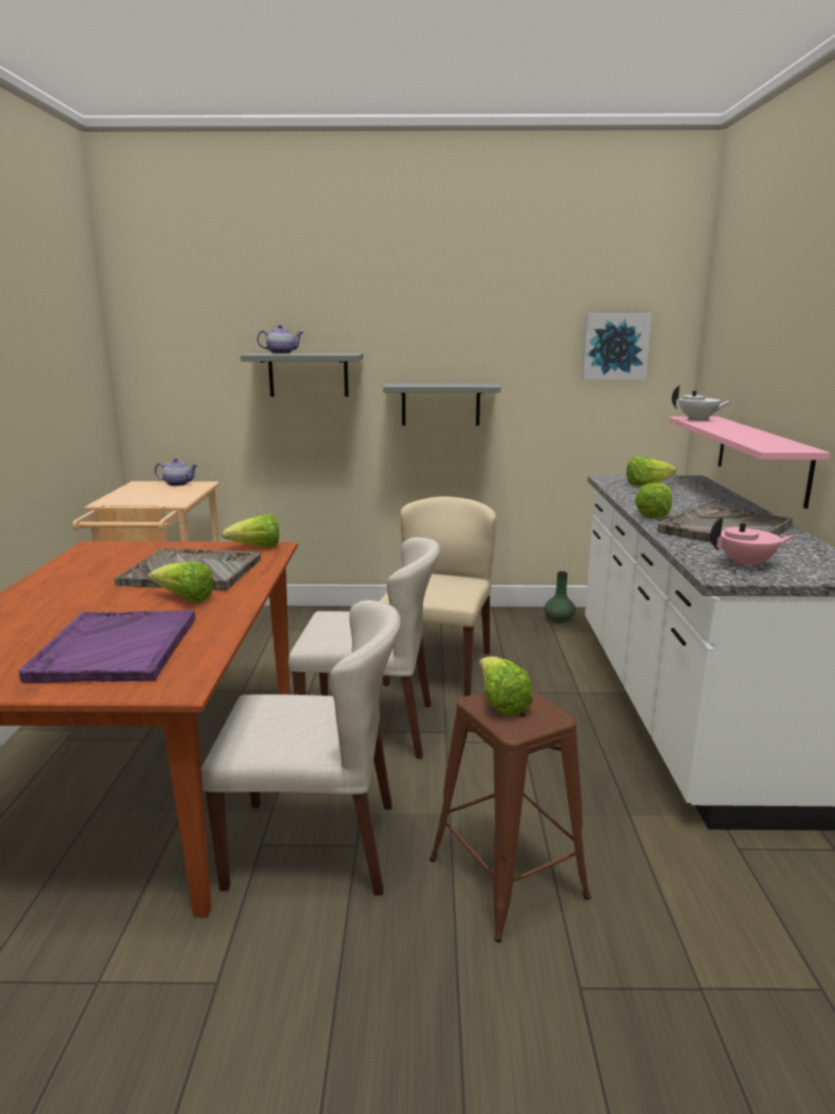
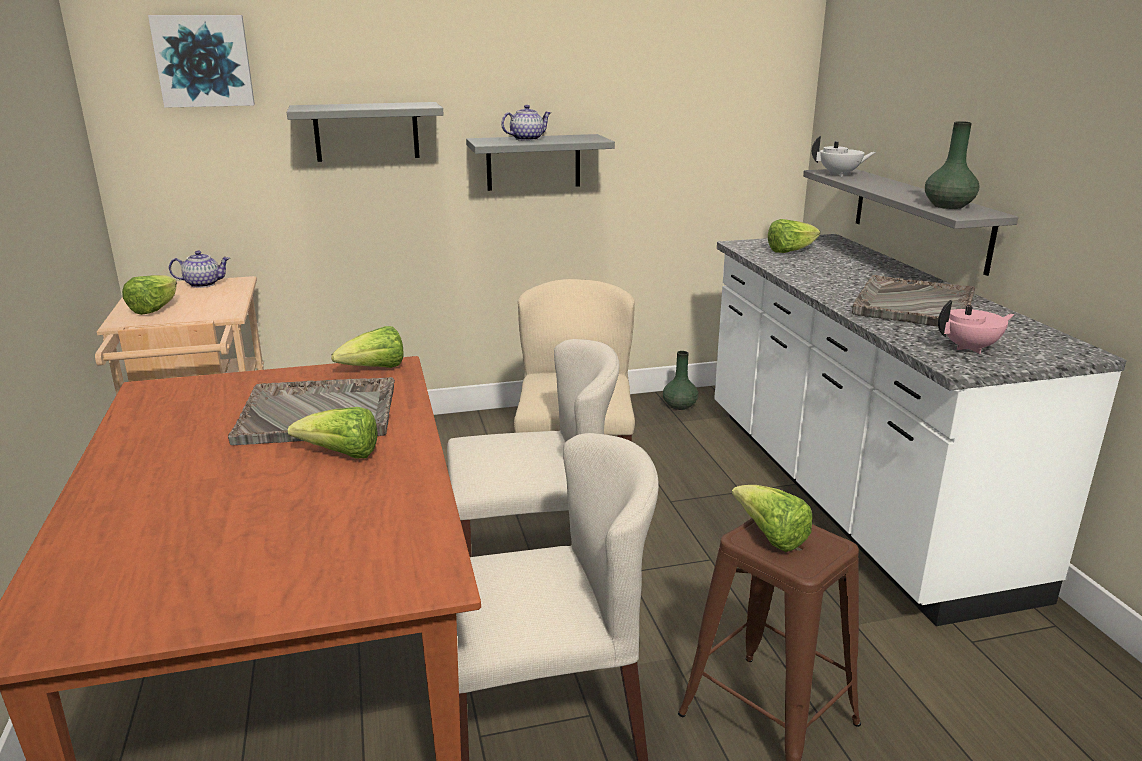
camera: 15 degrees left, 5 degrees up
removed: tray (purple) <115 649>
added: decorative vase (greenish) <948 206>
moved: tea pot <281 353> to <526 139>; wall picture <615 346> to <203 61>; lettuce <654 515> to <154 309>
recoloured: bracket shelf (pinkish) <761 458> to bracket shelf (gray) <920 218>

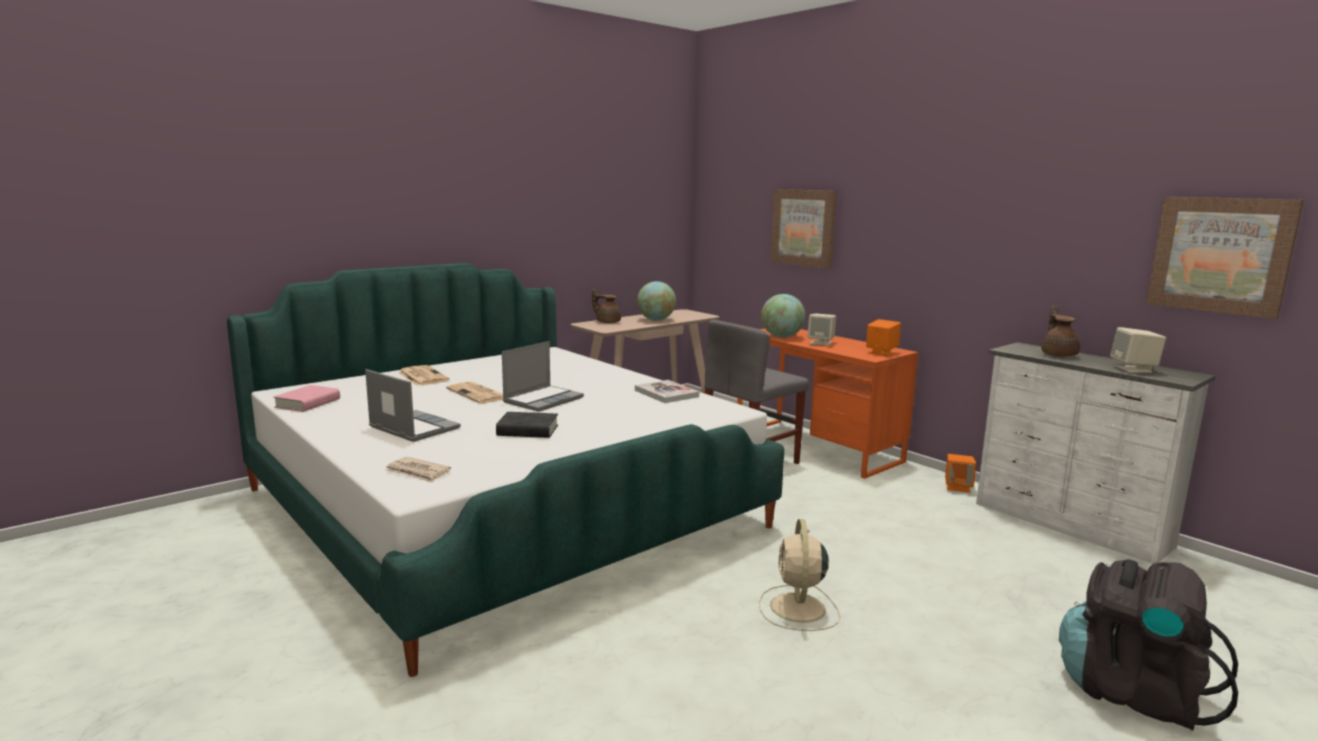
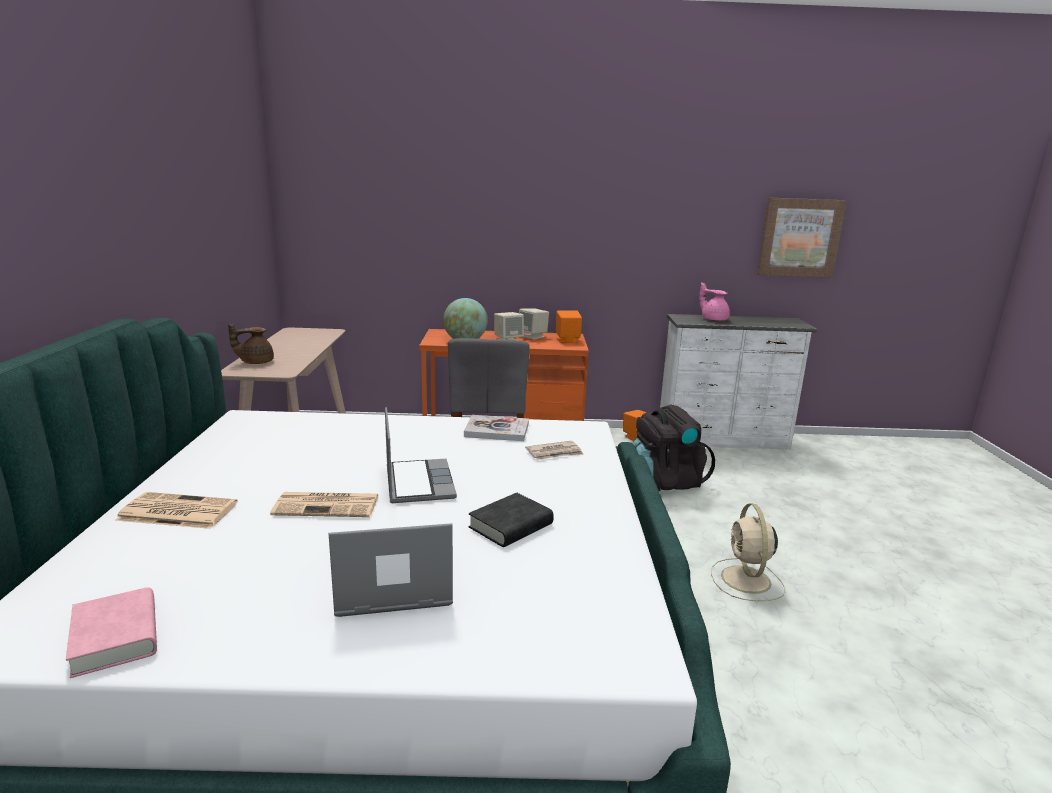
camera: 50 degrees left, 5 degrees up
removed: desk globe <656 320>; wall picture <803 227>
moved: daily paper <418 472> to <555 453>; knapsack (black-coloured) <1132 692> to <664 482>; speaker (beige) <1134 369> to <533 336>
recoloured: tea pot (brown-coloured) <1058 354> to tea pot (pinkish) <713 319>
turned: electric fan (beige) <798 609> = <746 581> 45 degrees clockwise

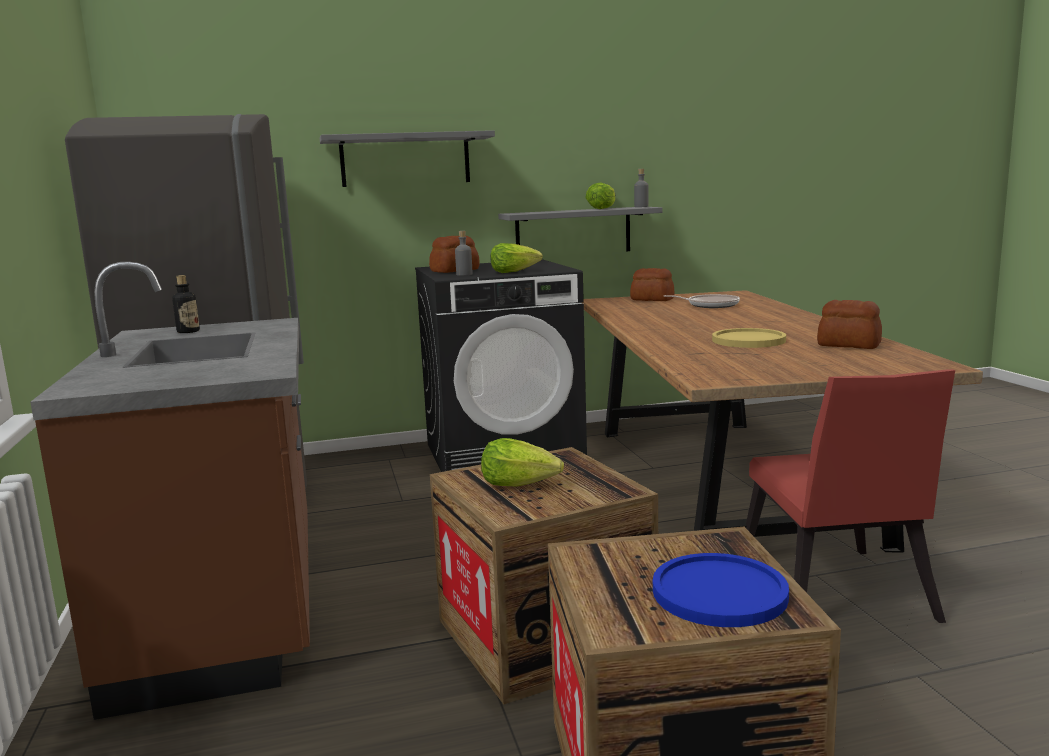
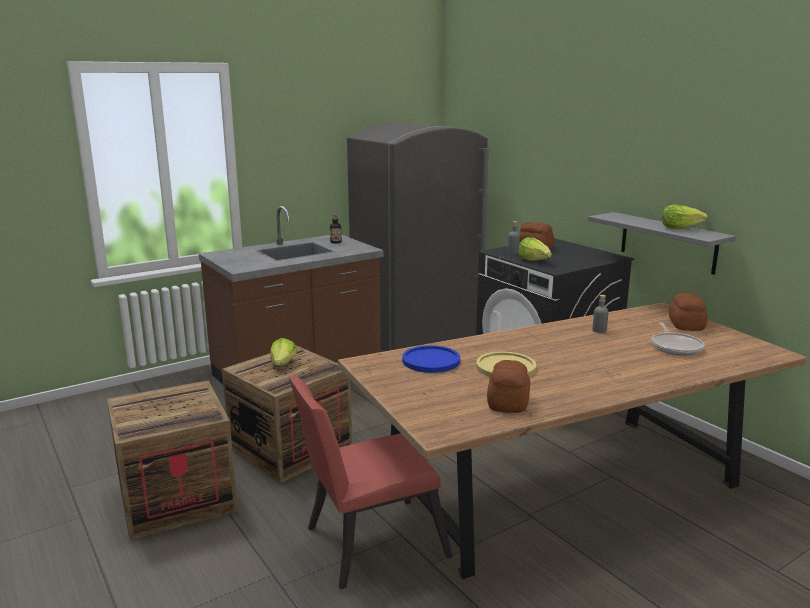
camera: 70 degrees right, 5 degrees up
removed: bracket shelf (gray) <405 160>
moved: drink bottle (gray) <641 206> to <599 330>; dinner plate (bluish) <719 592> to <431 360>

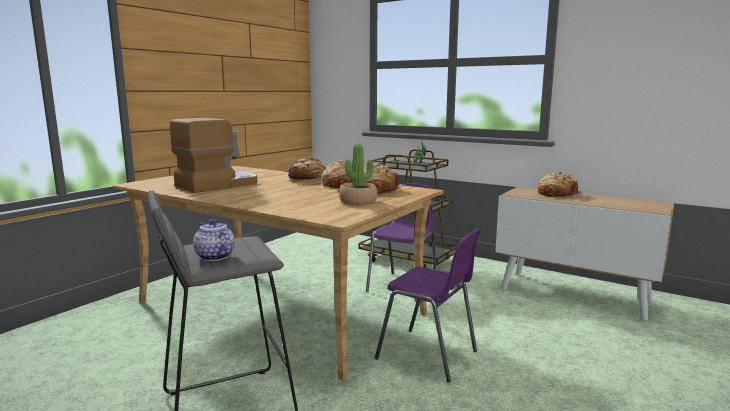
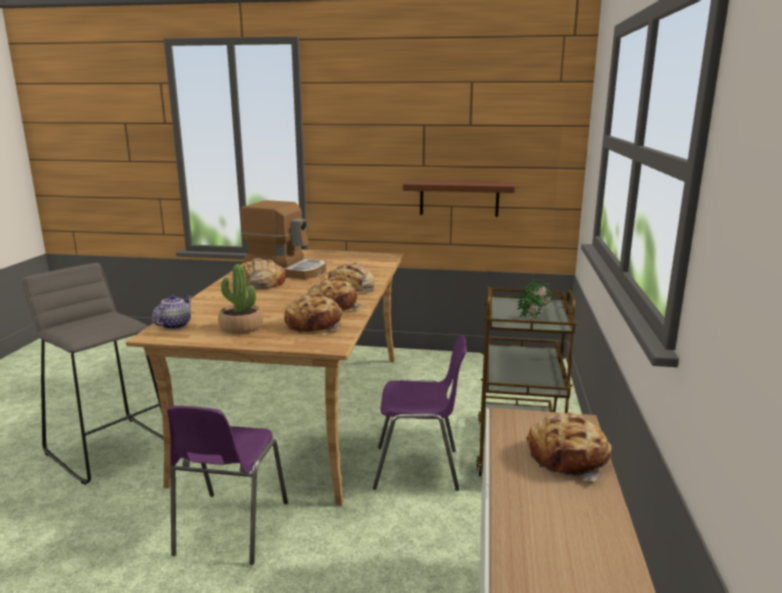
camera: 65 degrees right, 5 degrees up
added: baked bread <261 283>; bracket shelf (brown-coloured) <459 198>
moved: tea pot <214 256> to <175 325>

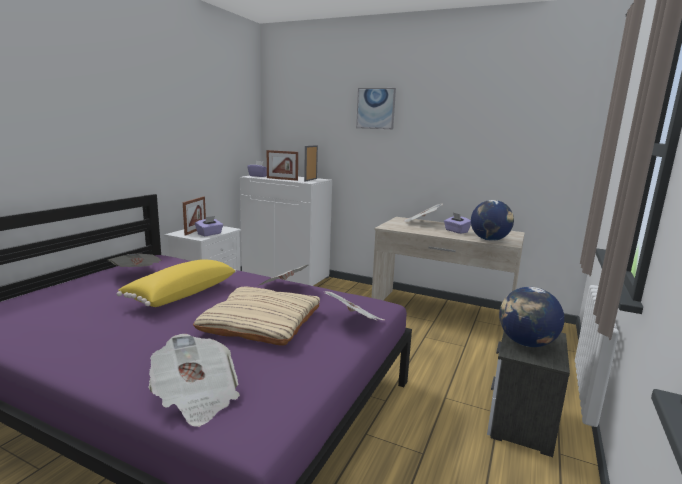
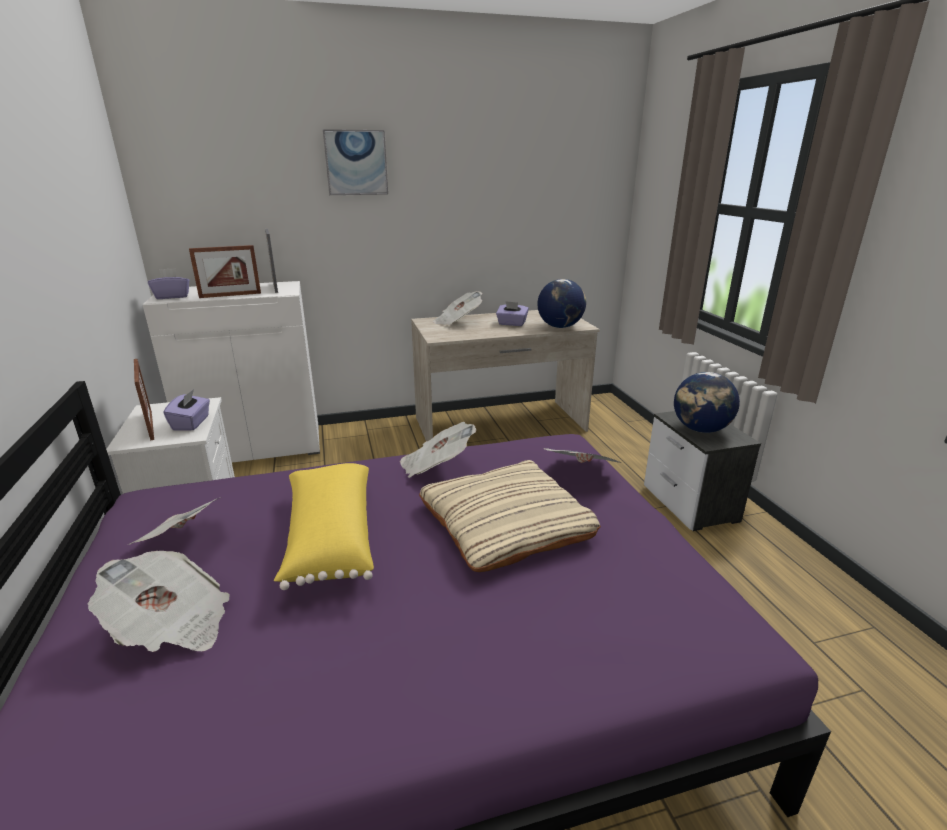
camera: 40 degrees left, 10 degrees up
moved: daily paper <196 398> to <172 625>

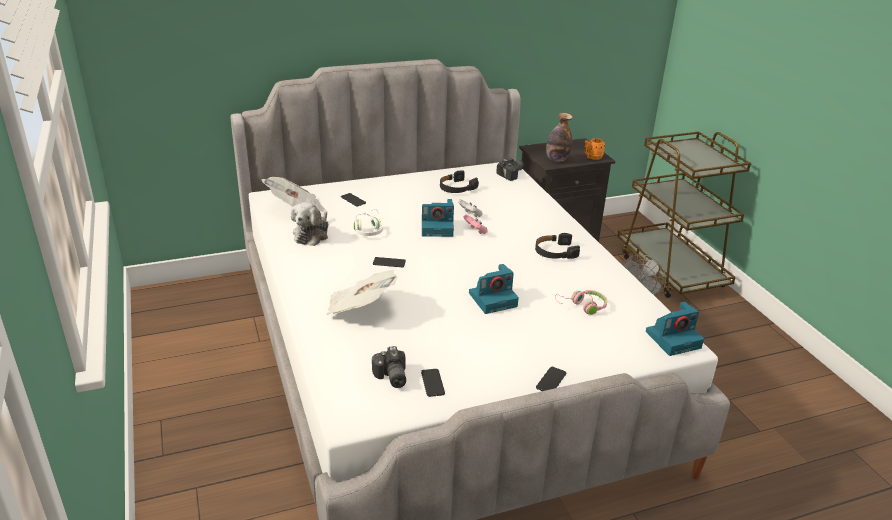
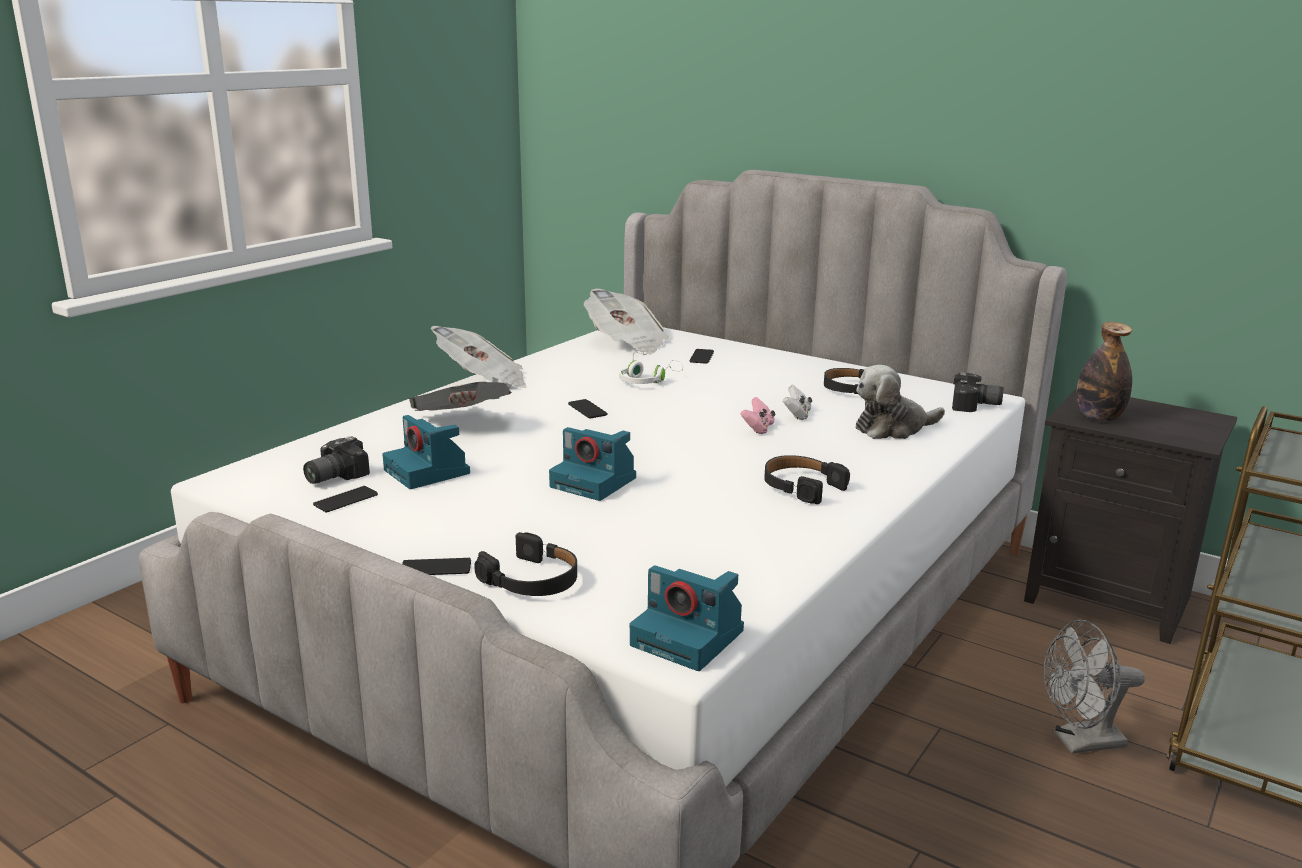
camera: 55 degrees right, 10 degrees down
removed: pair of headphones (pinkish) <582 306>; coffee mug (orangey) <592 158>
added: daily paper <483 381>; pair of headphones (black-coloured) <532 580>
moved: plush toy <312 234> to <893 428>; photo camera <438 228> to <428 472>

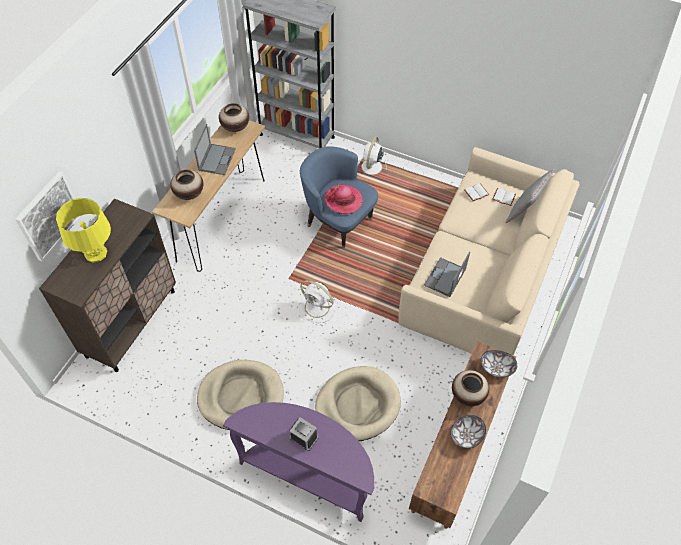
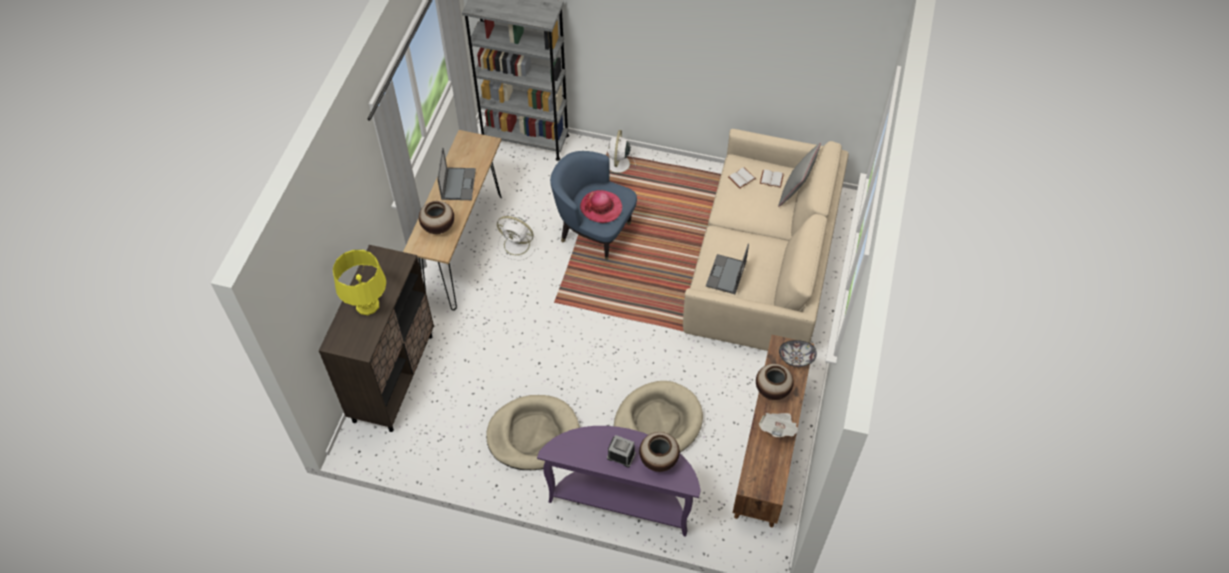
camera: 10 degrees left, 0 degrees up
removed: wall picture <48 216>
moved: decorative vase <235 128> to <658 460>; electric fan (whitish) <318 307> to <518 245>
replaced: bowl <466 435> to daily paper <778 429>

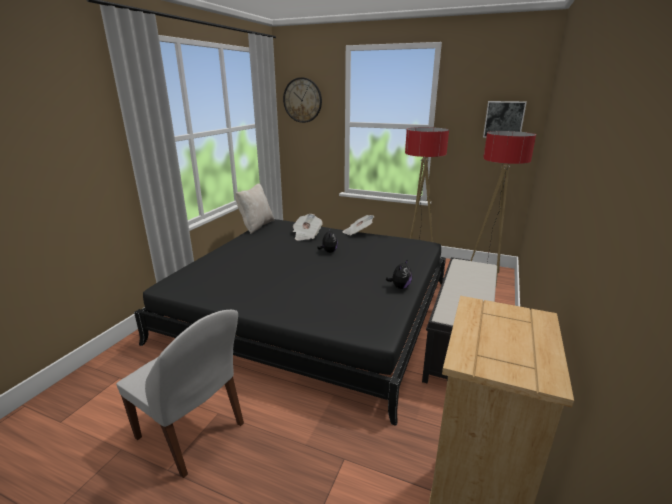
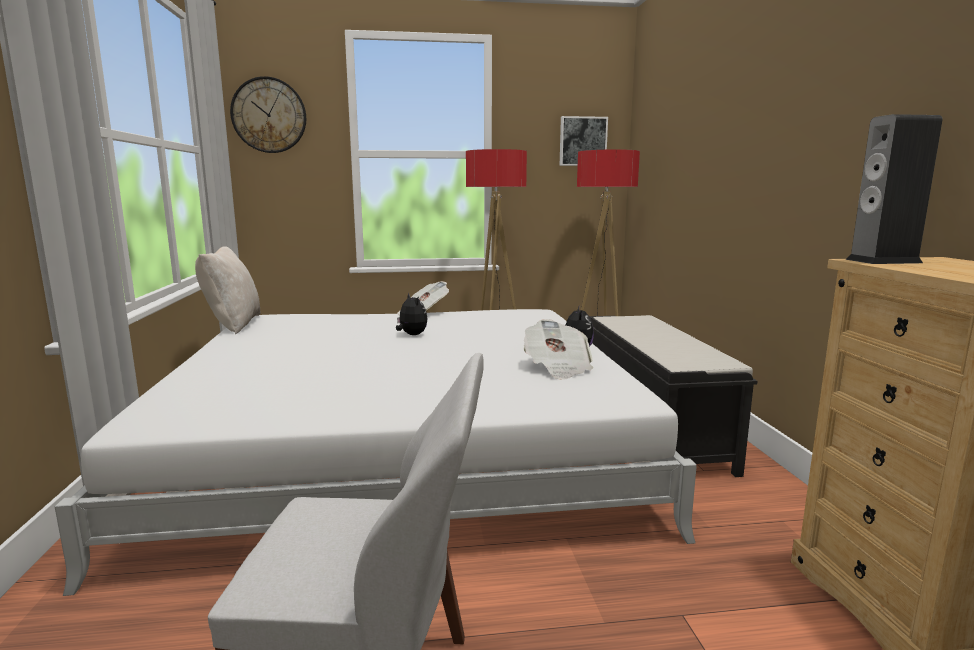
camera: 30 degrees left, 10 degrees down
added: speaker <883 261>
moved: daily paper <306 235> to <557 368>
recoloured: sleeping bed (black-coloured) <312 310> to sleeping bed (whitish) <404 442>

